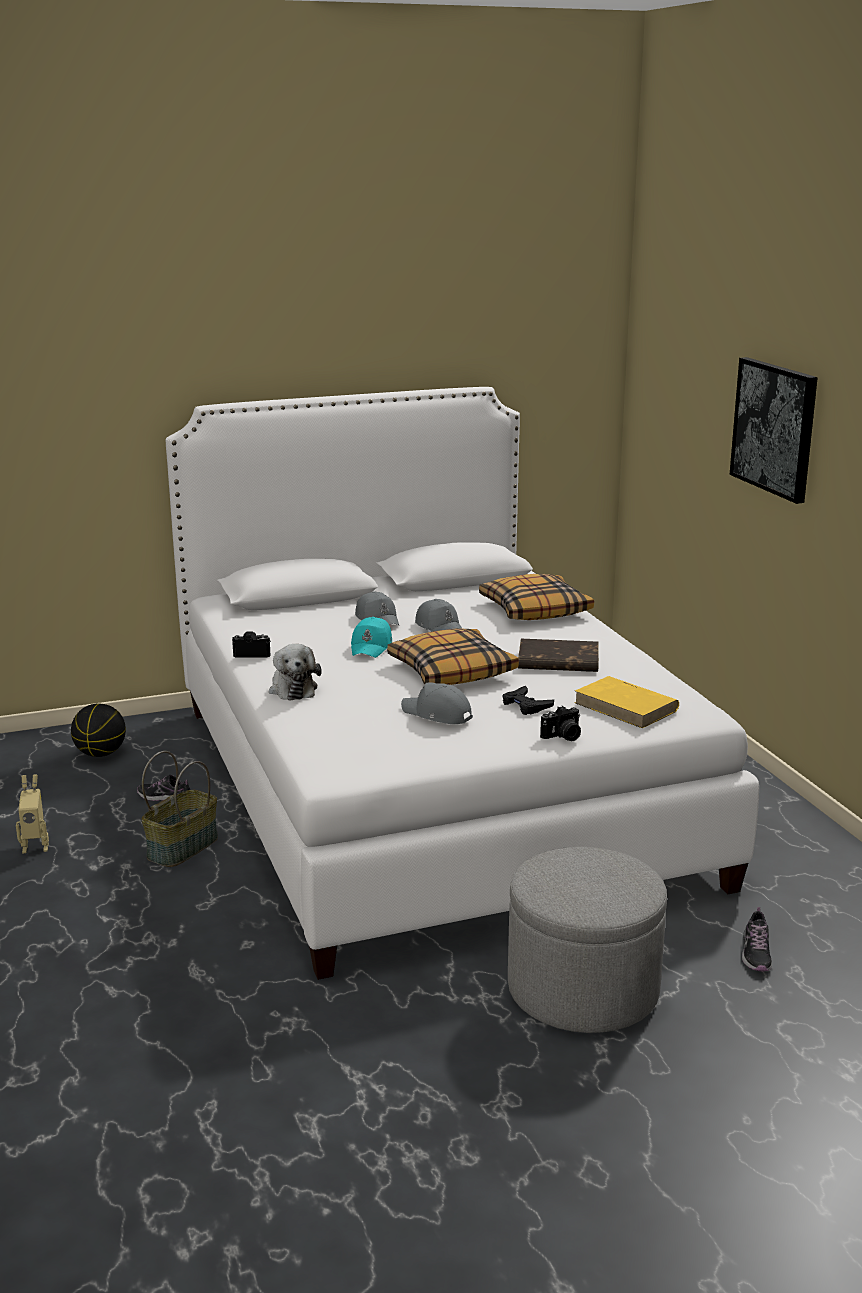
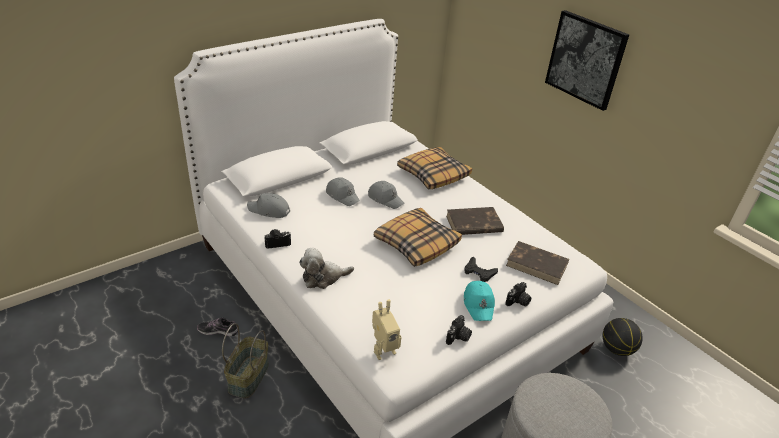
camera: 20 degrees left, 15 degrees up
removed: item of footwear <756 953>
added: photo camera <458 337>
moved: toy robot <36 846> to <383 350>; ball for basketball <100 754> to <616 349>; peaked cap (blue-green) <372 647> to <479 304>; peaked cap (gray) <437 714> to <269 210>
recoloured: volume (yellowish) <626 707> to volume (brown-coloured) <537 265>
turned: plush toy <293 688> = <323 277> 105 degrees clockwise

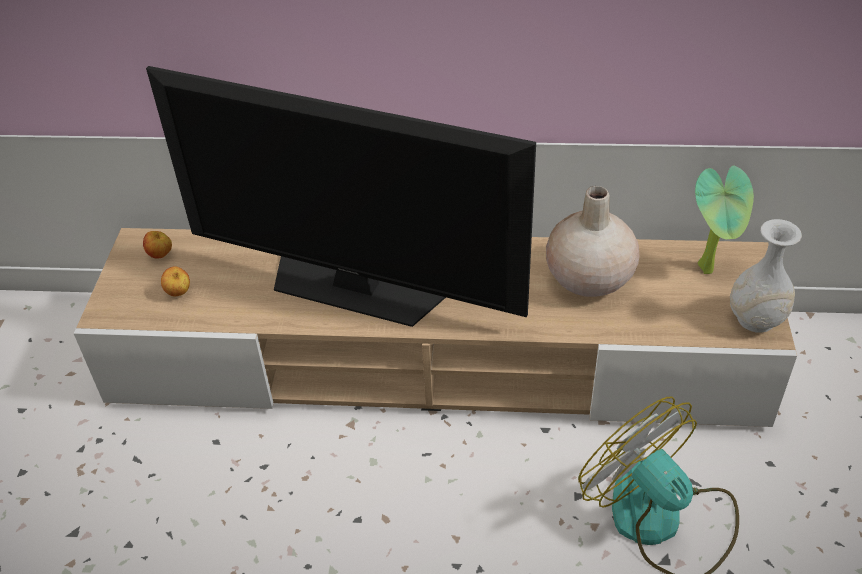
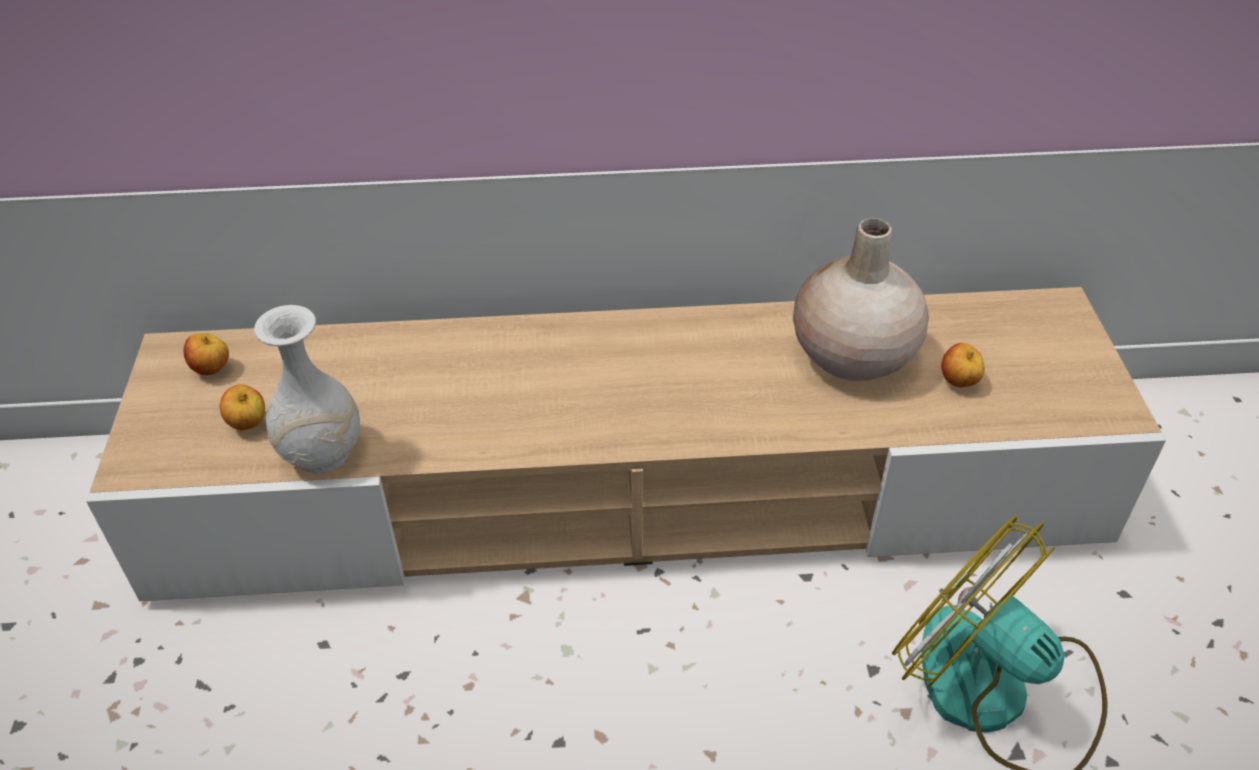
camera: 10 degrees left, 0 degrees up
removed: TV set <355 286>; houseplant <710 269>
added: apple <958 382>
moved: decorative vase (whitish) <756 320> to <322 454>

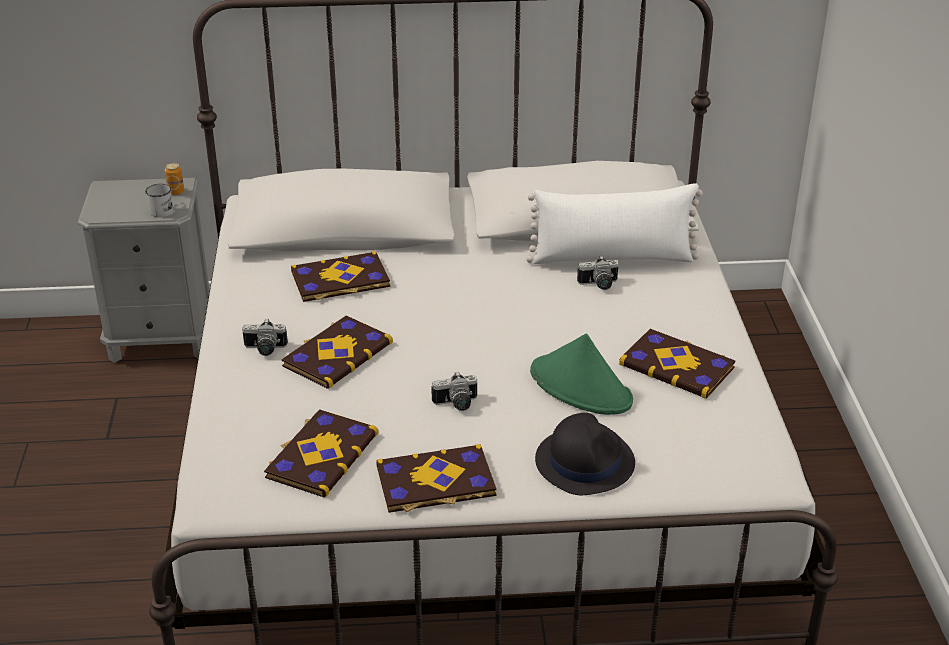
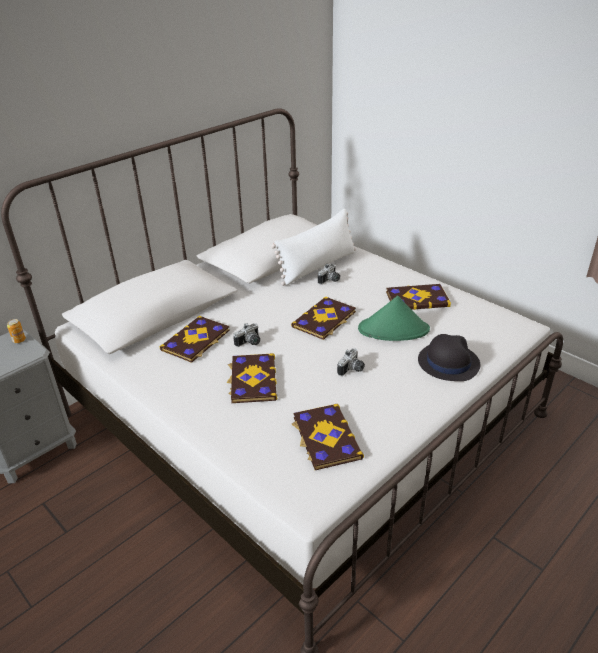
camera: 40 degrees left, 0 degrees up
removed: coffee mug (whitish) <163 210>
moved: photo camera <264 349> to <250 343>; volume <436 482> to <325 320>

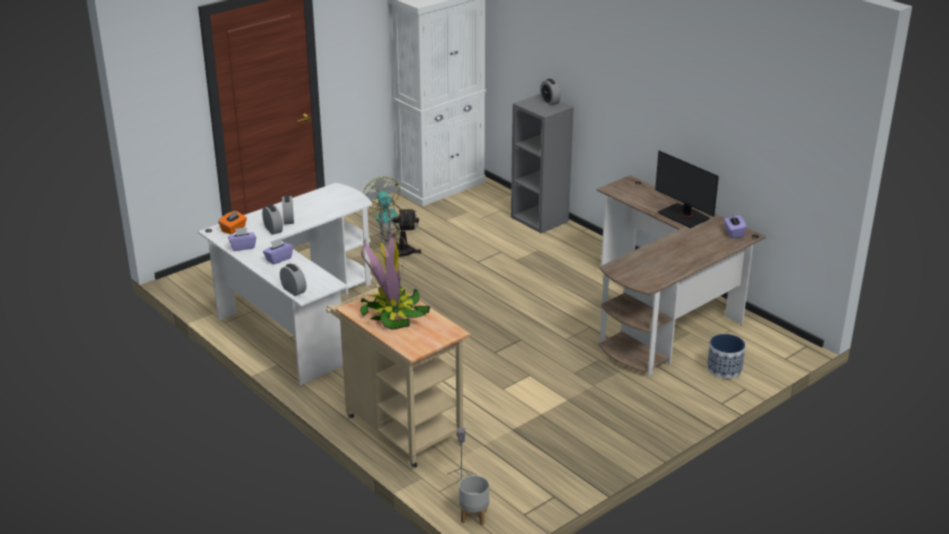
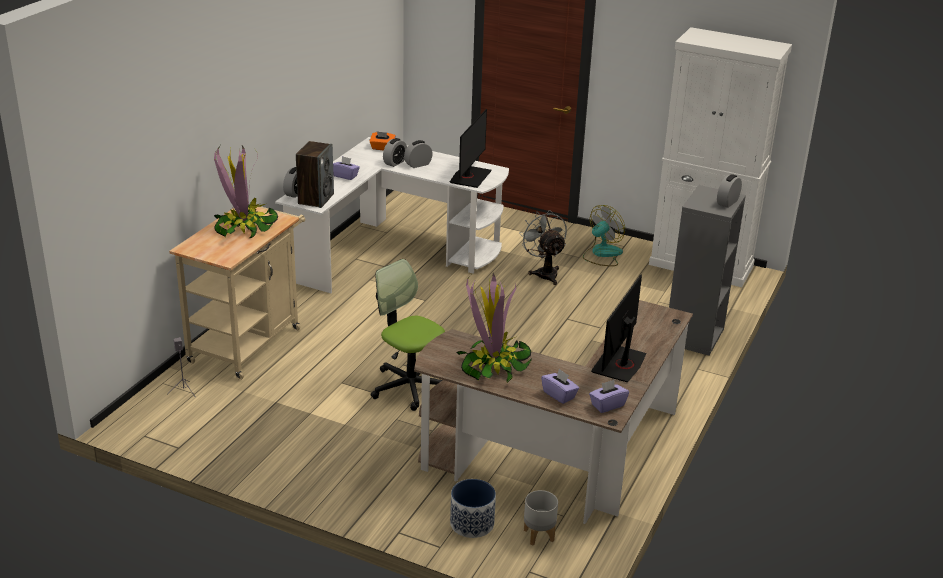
camera: 65 degrees right, 0 degrees up
added: speaker <315 199>; desk chair <409 386>; computer display <470 177>; houseplant <493 365>
moved: tissue holder (purple) <243 247> to <559 395>; plant pot (gray) <474 516> to <539 535>

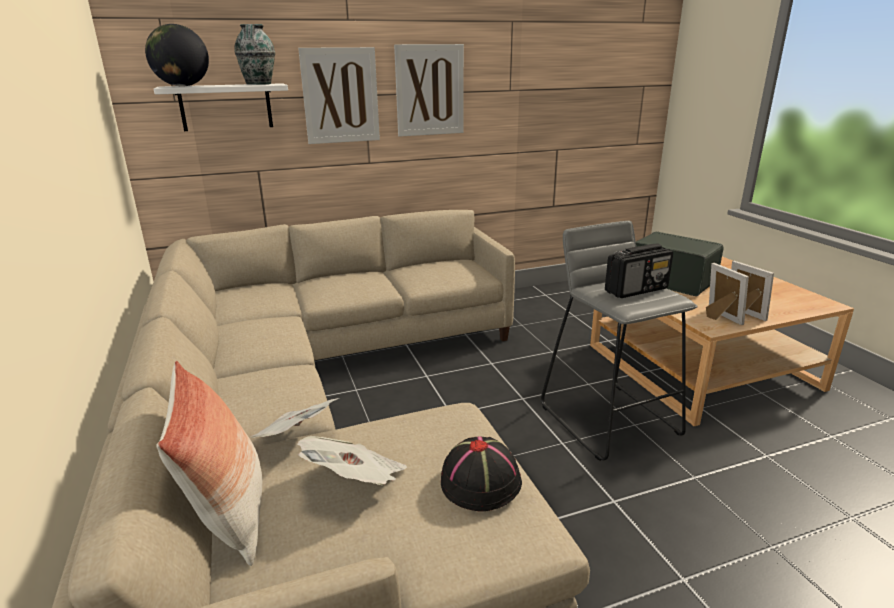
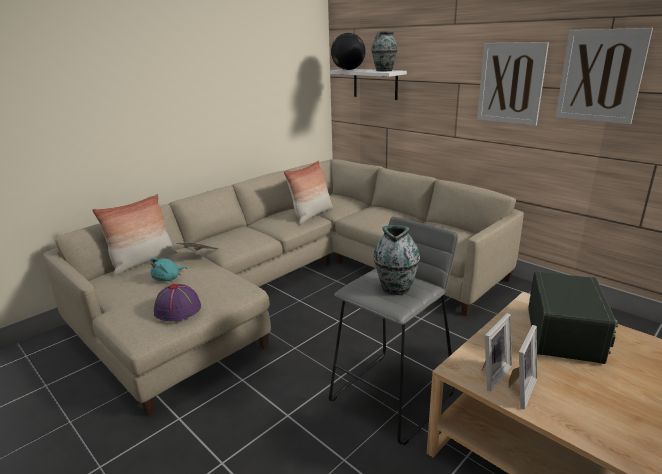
camera: 65 degrees right, 0 degrees up
added: pillow <311 215>
moved: wall picture <340 96> to <600 76>
replaced: daily paper <356 481> to plush toy (blue-green) <168 278>; radio set <636 290> to decorative vase <395 287>
recoloured: clothing hat (black-coloured) <481 482> to clothing hat (purple) <178 309>

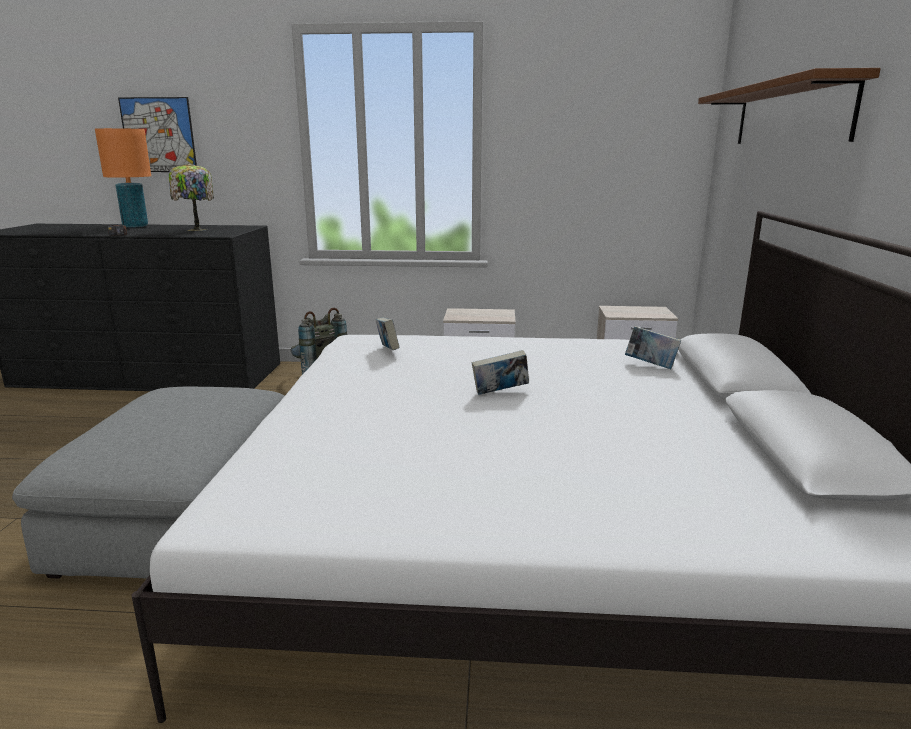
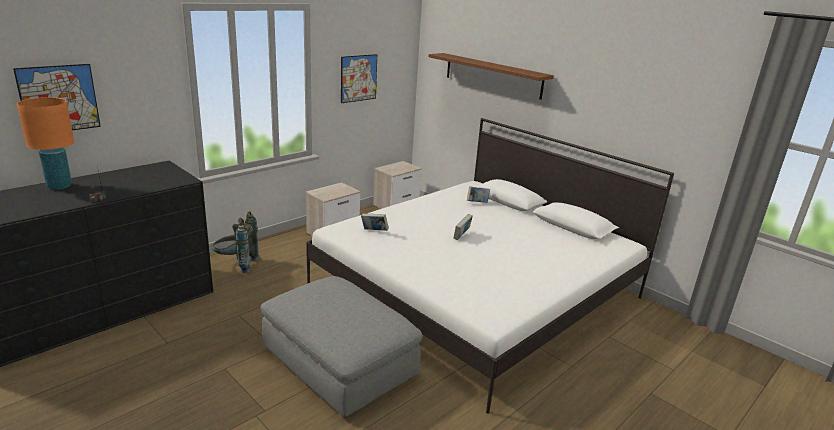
camera: 50 degrees left, 5 degrees up
removed: table lamp <196 230>
added: wall picture <358 78>

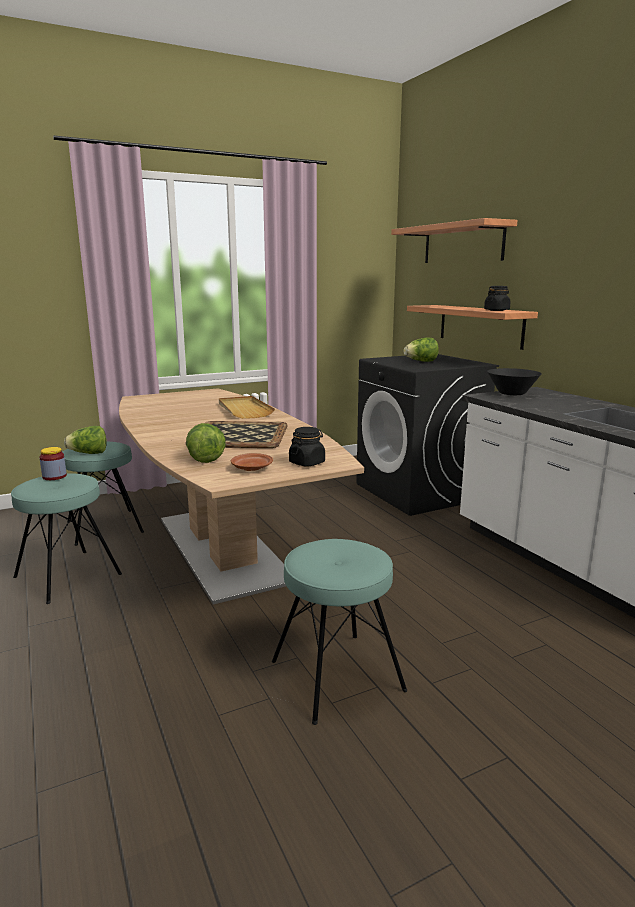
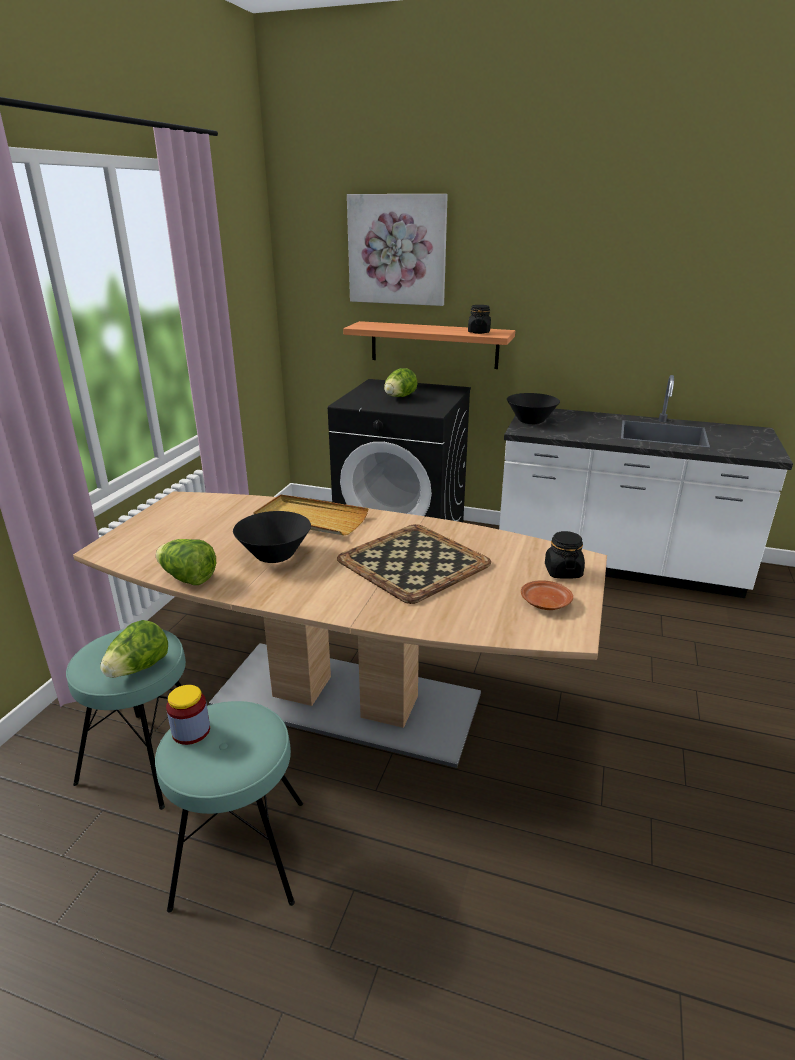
camera: 45 degrees left, 10 degrees up
removed: stool seat (blue-green) <336 675>
added: bowl (black-coloured) <275 555>
moved: lettuce <205 458> to <188 578>
replaced: bracket shelf <462 243> to wall picture <397 250>

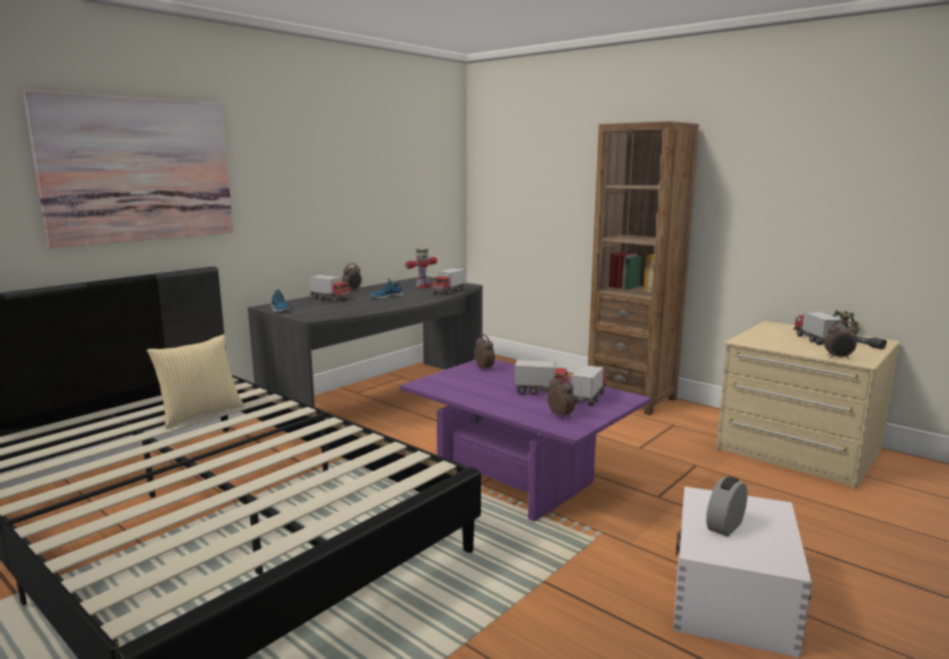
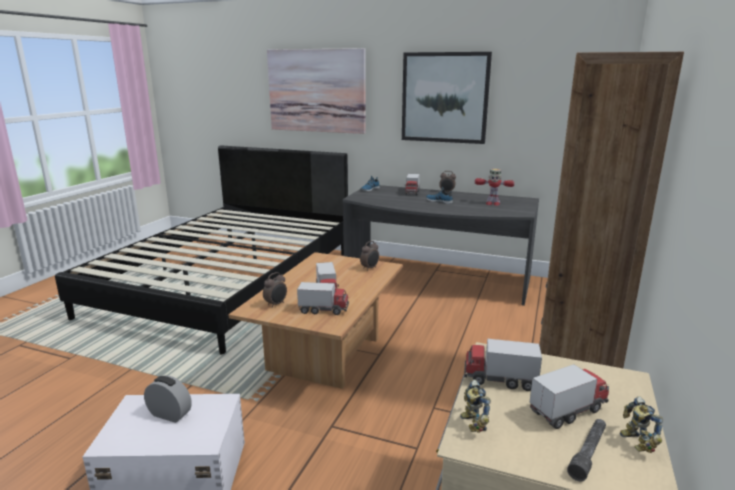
camera: 70 degrees right, 5 degrees up
removed: pillow <200 413>
added: wall picture <444 98>
moved: toy lorry <448 292> to <499 380>
replaced: alarm clock <838 358> to toy robot <471 424>
recoloured: low table (purple) <520 480> to low table (brown-coloured) <327 355>

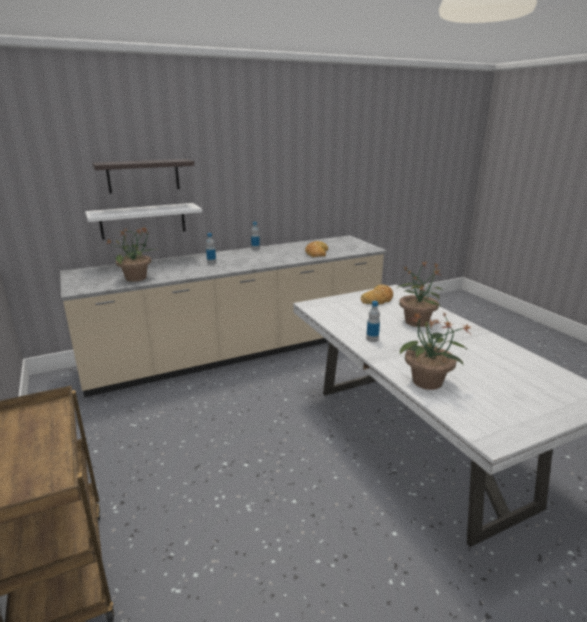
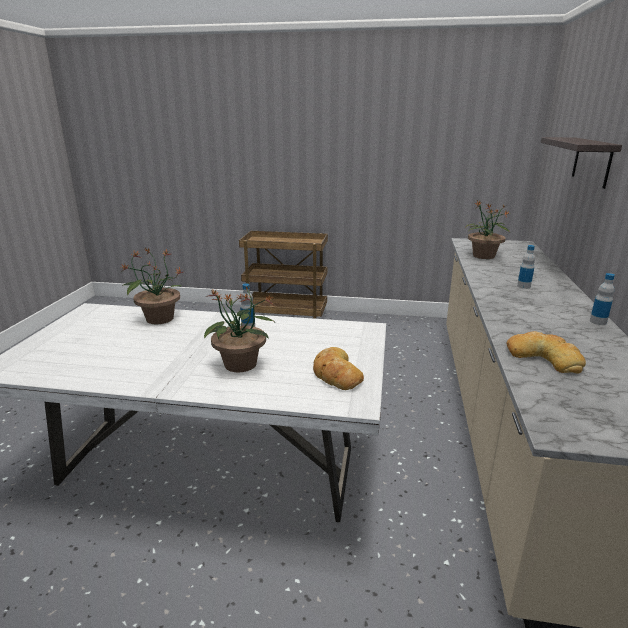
camera: 125 degrees right, 0 degrees up
removed: bracket shelf (whitish) <143 221>

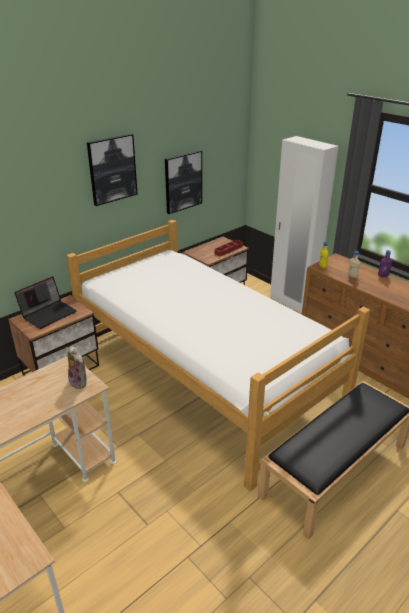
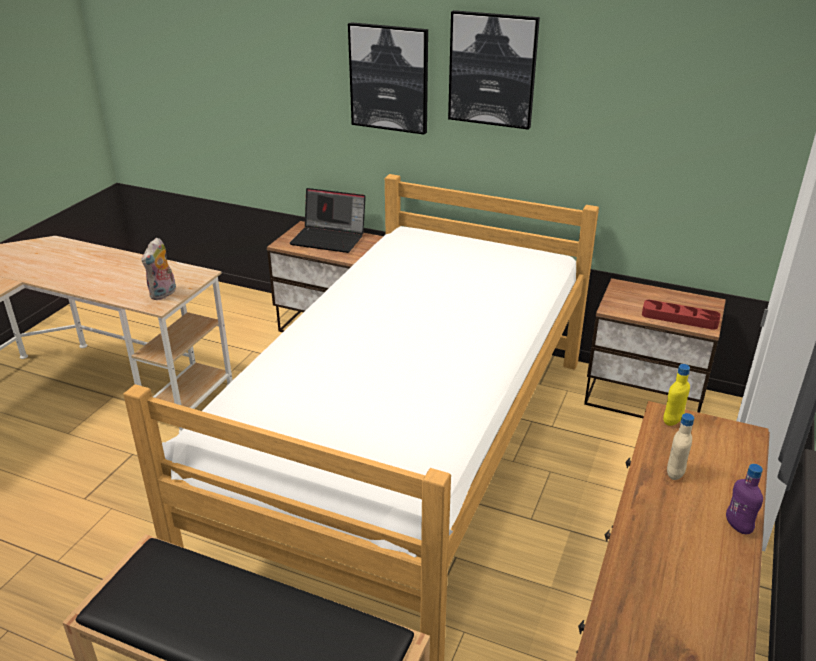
camera: 65 degrees right, 0 degrees up
moved: wall picture <183 181> to <389 78>

